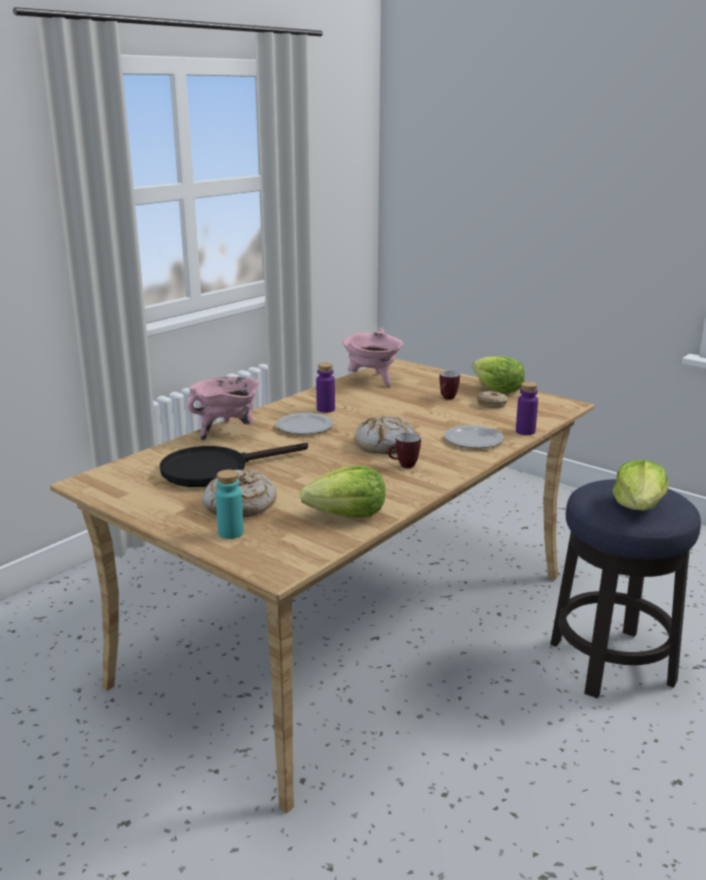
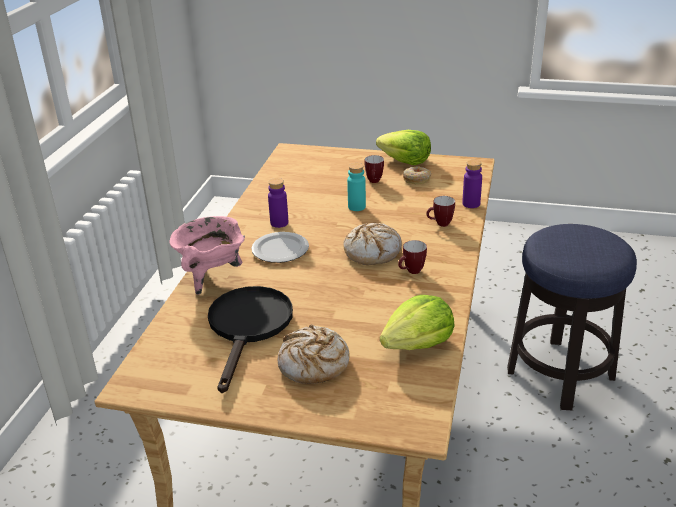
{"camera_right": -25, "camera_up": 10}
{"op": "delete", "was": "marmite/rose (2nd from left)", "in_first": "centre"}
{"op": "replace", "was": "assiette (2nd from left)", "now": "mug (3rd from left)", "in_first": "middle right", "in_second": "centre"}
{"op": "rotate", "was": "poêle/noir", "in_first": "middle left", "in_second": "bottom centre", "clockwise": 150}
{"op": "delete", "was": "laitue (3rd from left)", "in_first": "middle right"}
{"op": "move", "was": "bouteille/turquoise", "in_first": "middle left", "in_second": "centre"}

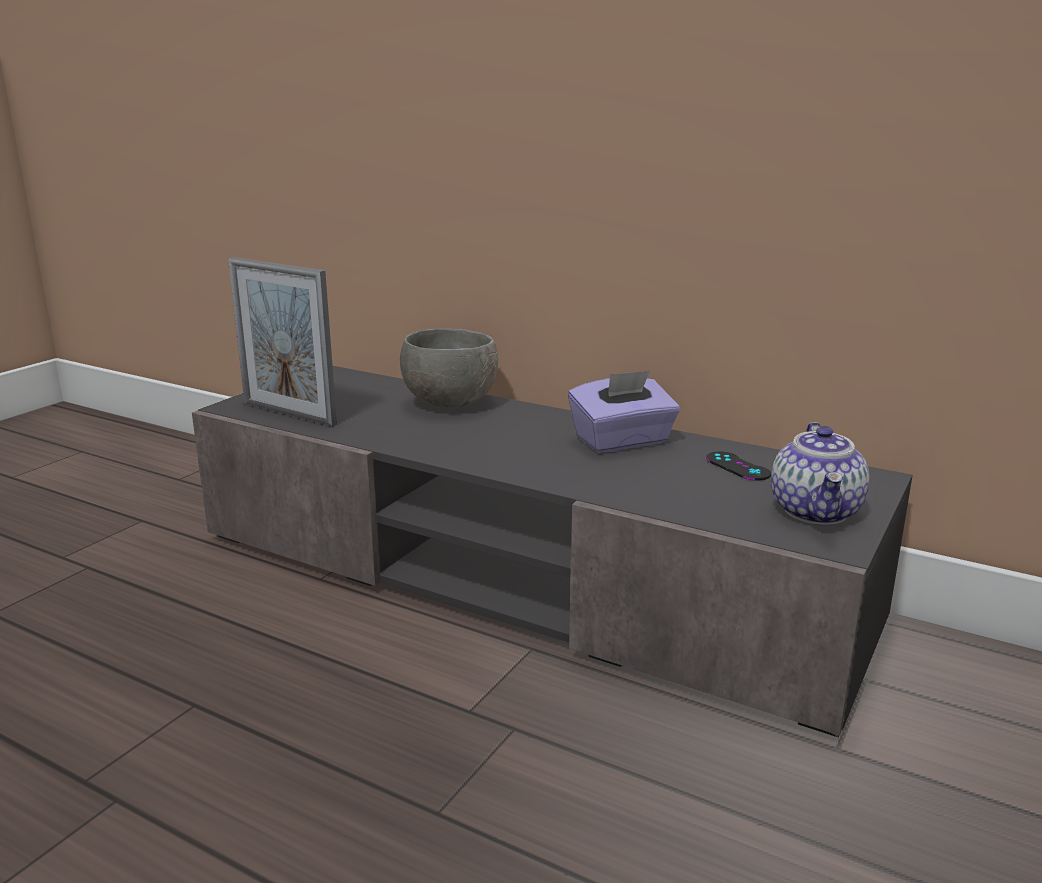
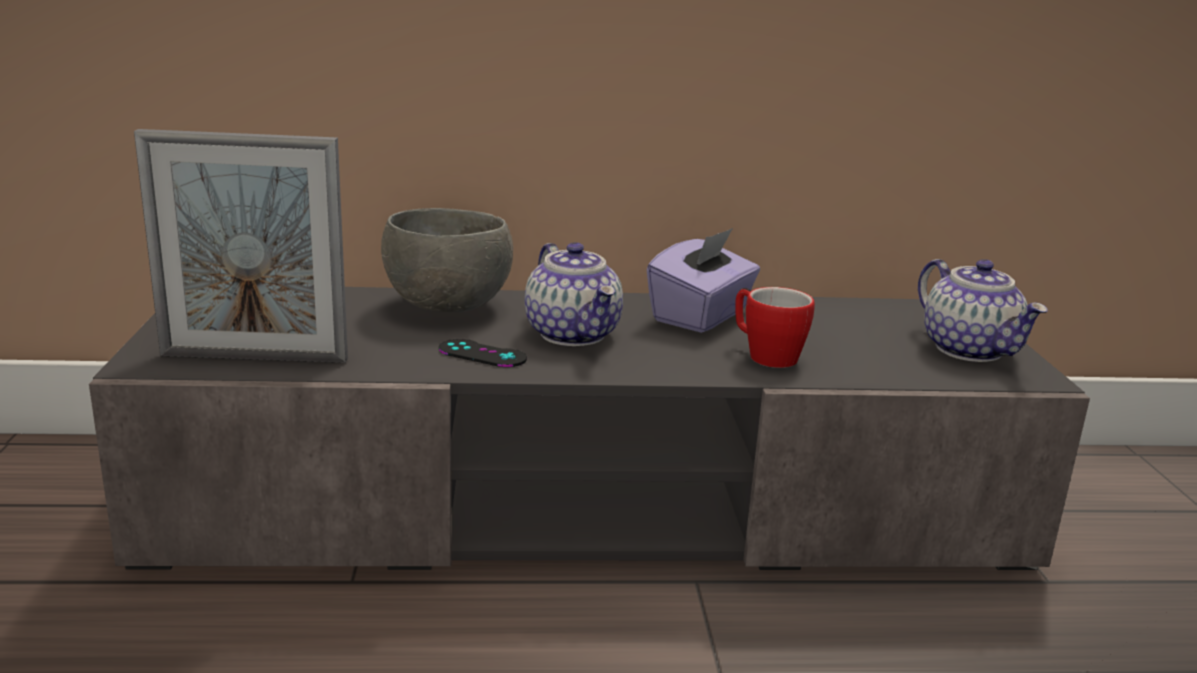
{"camera_right": -35, "camera_up": 0}
{"op": "move", "was": "manette/noir", "in_first": "middle right", "in_second": "centre"}
{"op": "insert", "now": "théière (1st from left)", "in_second": "centre"}
{"op": "insert", "now": "mug", "in_second": "centre"}

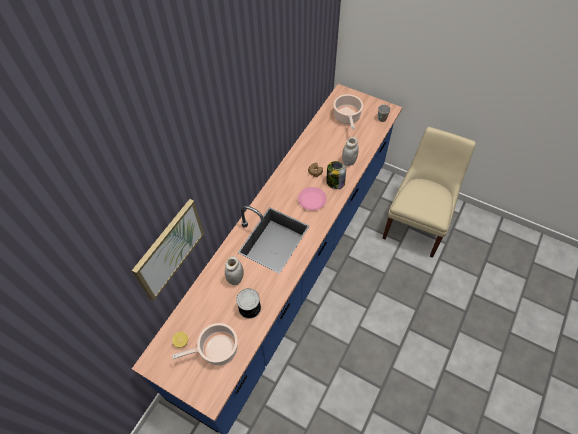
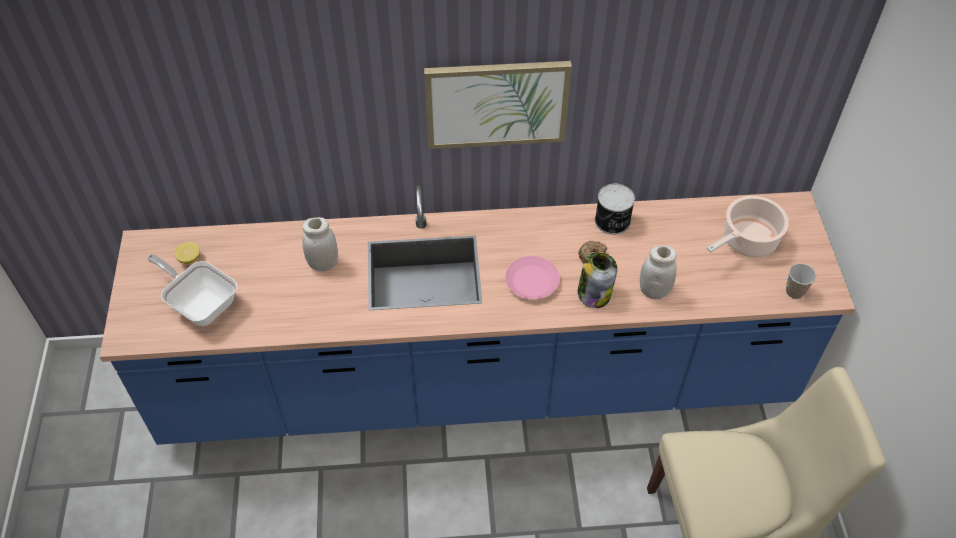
{"camera_right": 55, "camera_up": -5}
{"op": "move", "was": "tableau", "in_first": "middle left", "in_second": "top centre"}
{"op": "move", "was": "boîte métallique", "in_first": "bottom centre", "in_second": "centre"}
{"op": "replace", "was": "marmite (1st from left)", "now": "poêle", "in_first": "bottom centre", "in_second": "middle left"}

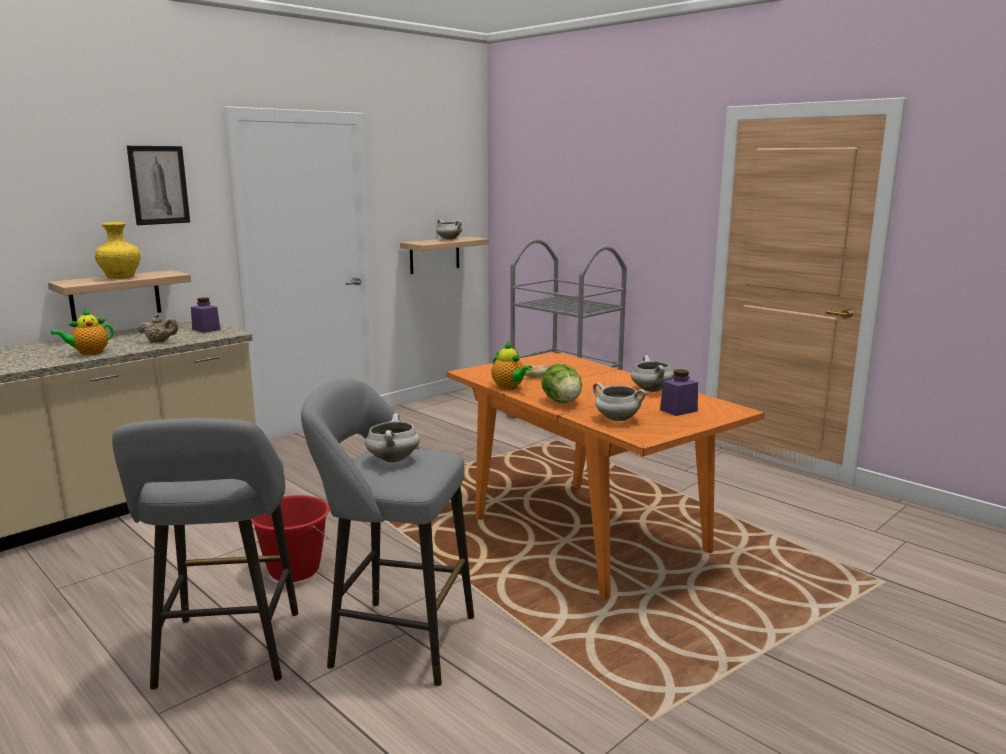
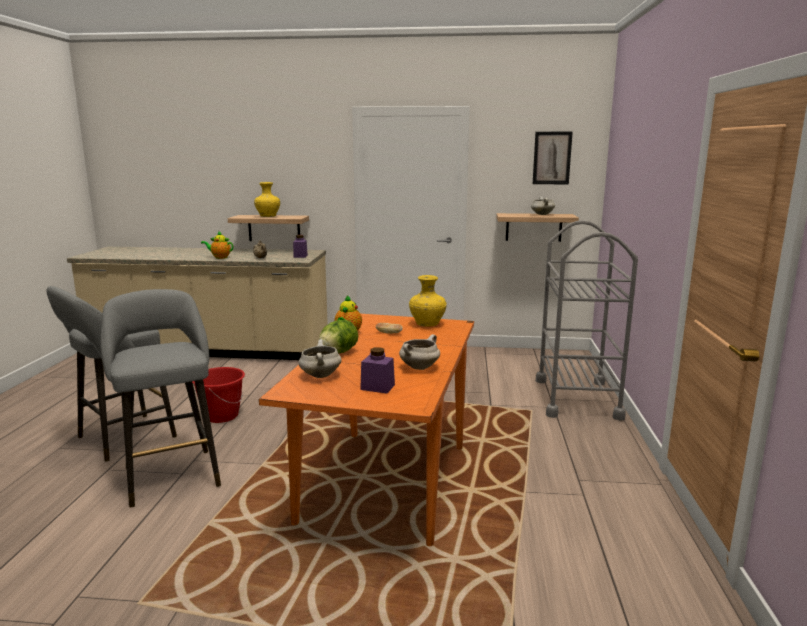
{"camera_right": 50, "camera_up": 0}
{"op": "move", "was": "tableau", "in_first": "top left", "in_second": "top right"}
{"op": "delete", "was": "marmite/blanc (1st from left)", "in_first": "centre"}
{"op": "insert", "now": "vase/jaune (2nd from left)", "in_second": "centre"}

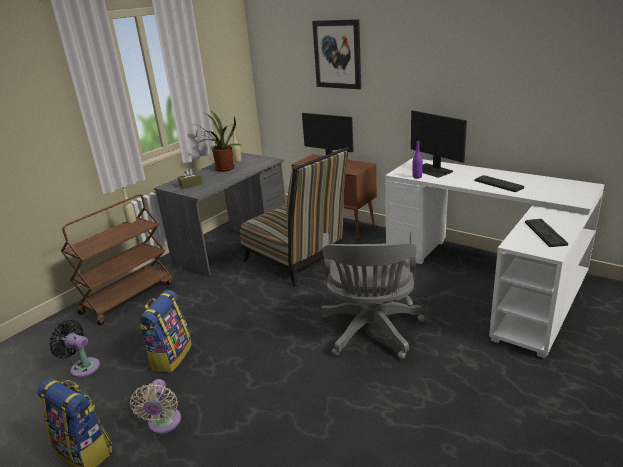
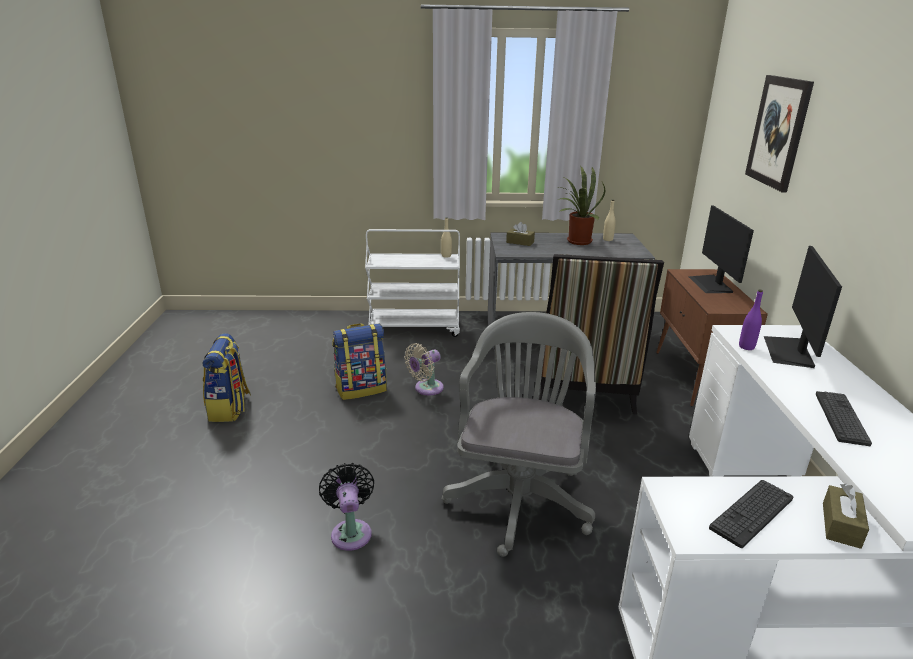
{"camera_right": 50, "camera_up": 0}
{"op": "recolor", "was": "chariot/marron", "now": "chariot/blanc", "in_first": "middle left", "in_second": "centre"}
{"op": "rotate", "was": "chaise de bureau/gris", "in_first": "centre", "in_second": "centre", "clockwise": 135}
{"op": "move", "was": "ventilateur/noir", "in_first": "bottom left", "in_second": "bottom centre"}
{"op": "move", "was": "ventilateur/beige", "in_first": "bottom left", "in_second": "centre"}
{"op": "insert", "now": "boîte à mouchoirs/marron (2nd from left)", "in_second": "bottom right"}

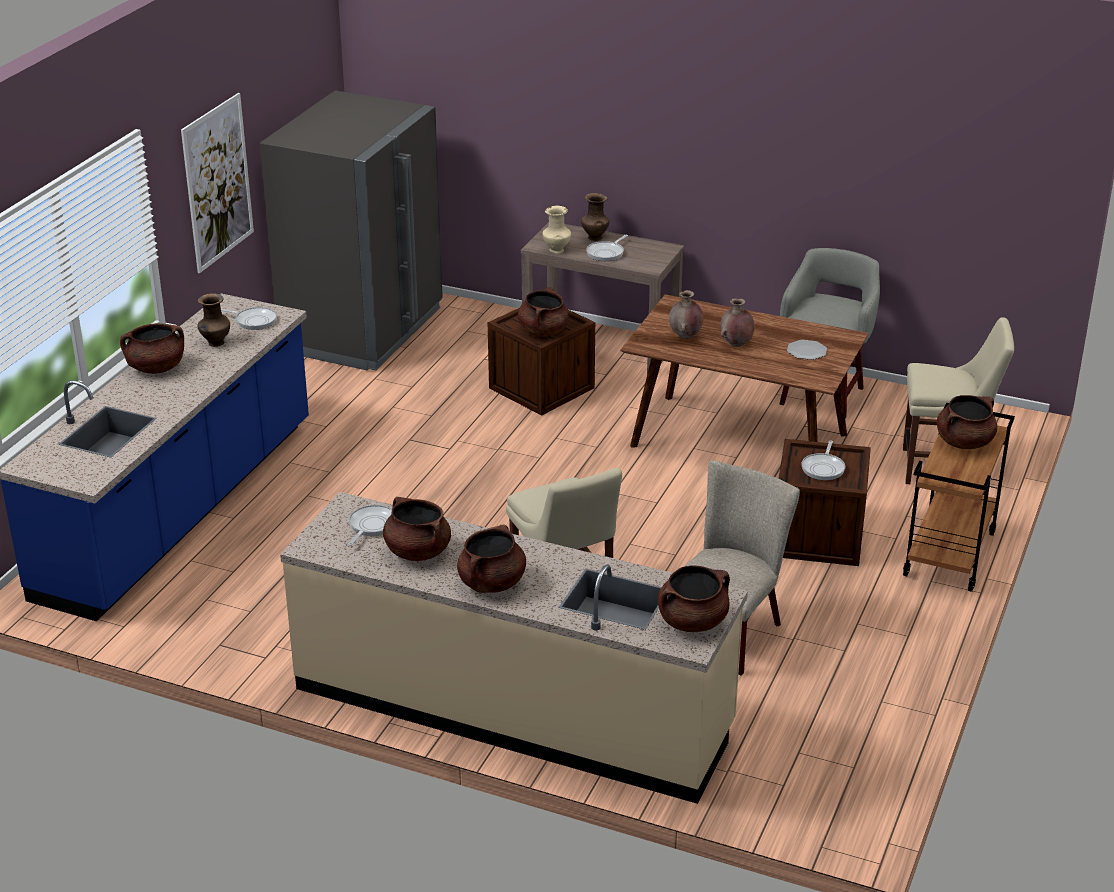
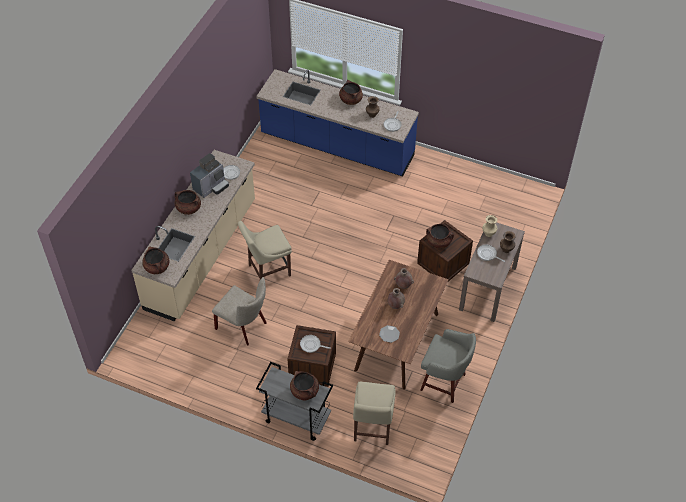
{"camera_right": 90, "camera_up": 20}
{"op": "delete", "was": "réfrigérateur/gris", "in_first": "top left"}
{"op": "delete", "was": "tableau", "in_first": "top left"}
{"op": "recolor", "was": "chariot/marron", "now": "chariot/gris", "in_first": "middle right", "in_second": "bottom centre"}
{"op": "replace", "was": "marmite/marron (2nd from left)", "now": "machine à café", "in_first": "centre", "in_second": "middle left"}

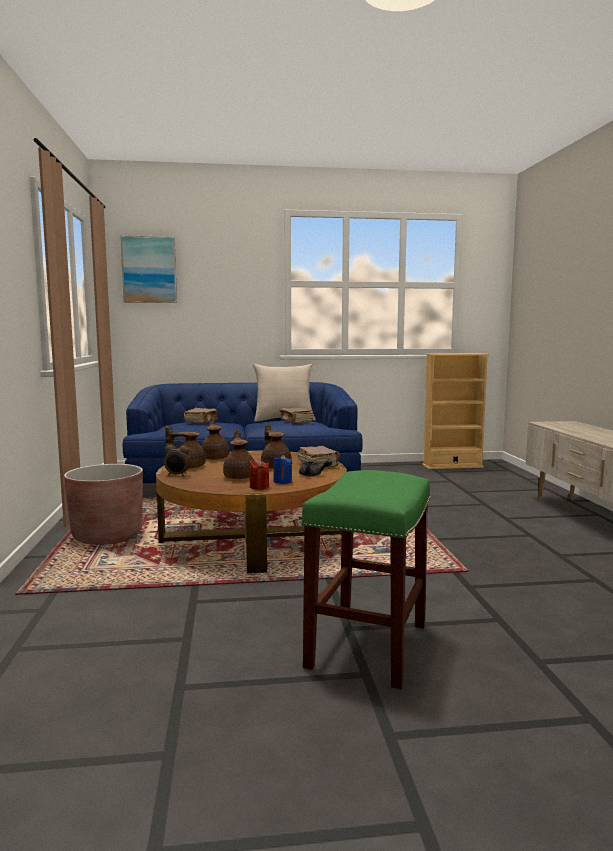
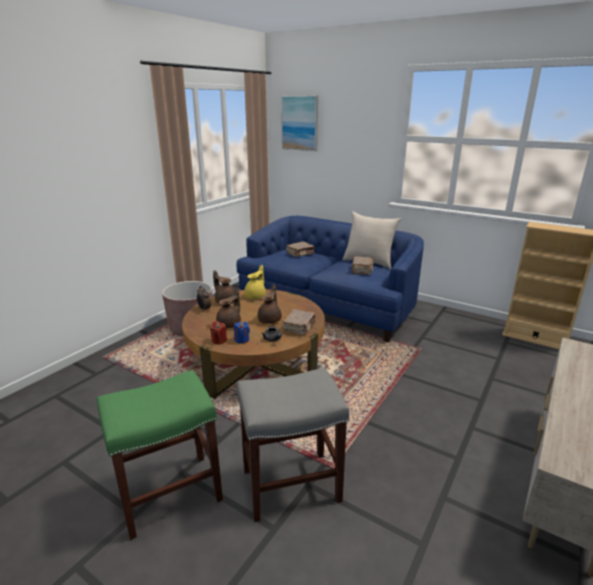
{"camera_right": 40, "camera_up": 15}
{"op": "recolor", "was": "théière/marron (2nd from left)", "now": "théière/jaune", "in_first": "centre", "in_second": "centre"}
{"op": "insert", "now": "tabouret/gris", "in_second": "bottom centre"}

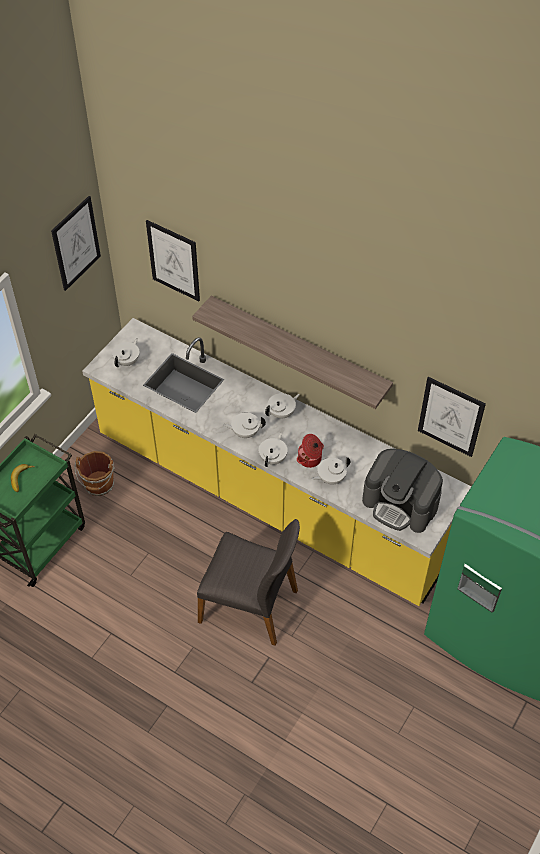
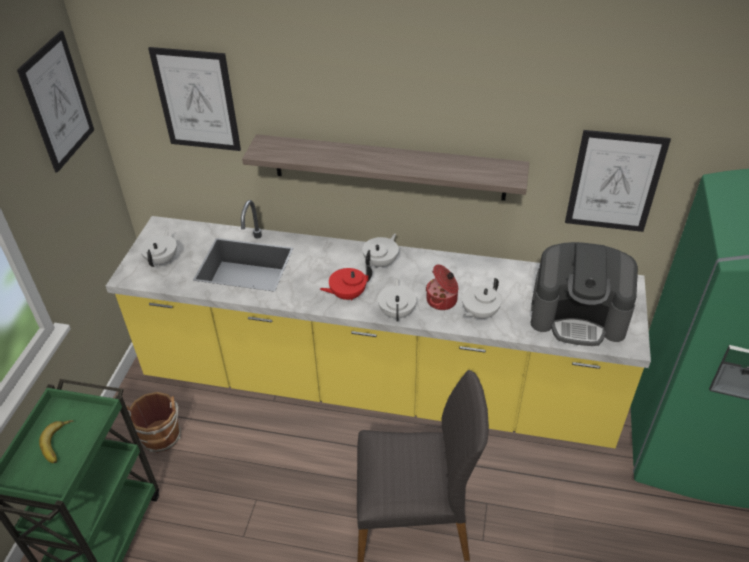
{"camera_right": -20, "camera_up": -10}
{"op": "recolor", "was": "théière/blanc (2nd from left)", "now": "théière/rouge", "in_first": "centre", "in_second": "centre"}

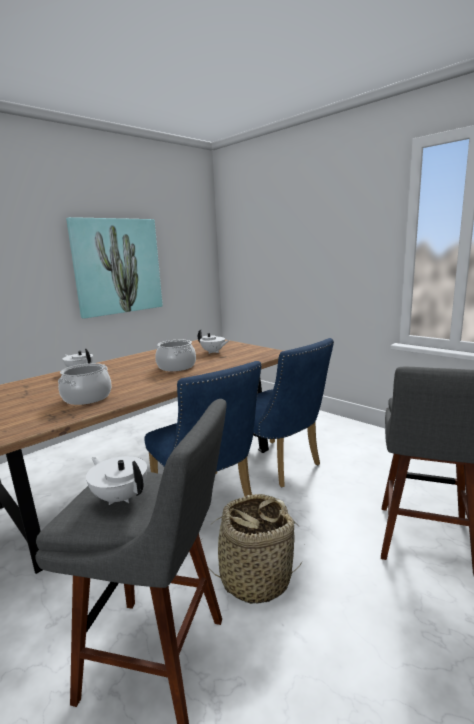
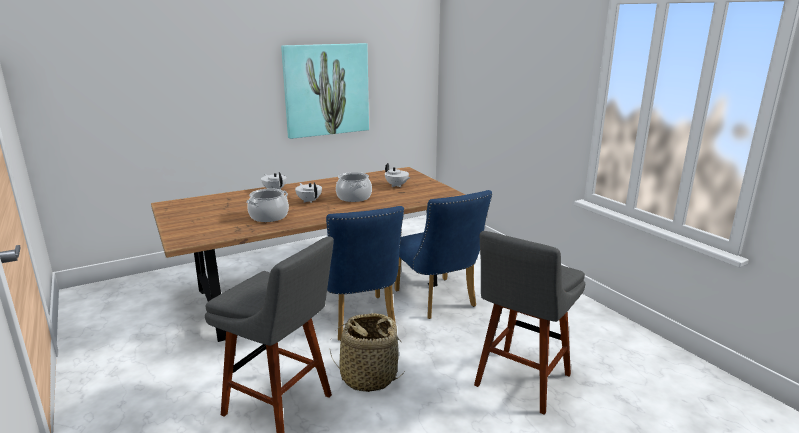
{"camera_right": 15, "camera_up": 5}
{"op": "move", "was": "théière/blanc (2nd from left)", "in_first": "middle left", "in_second": "centre"}

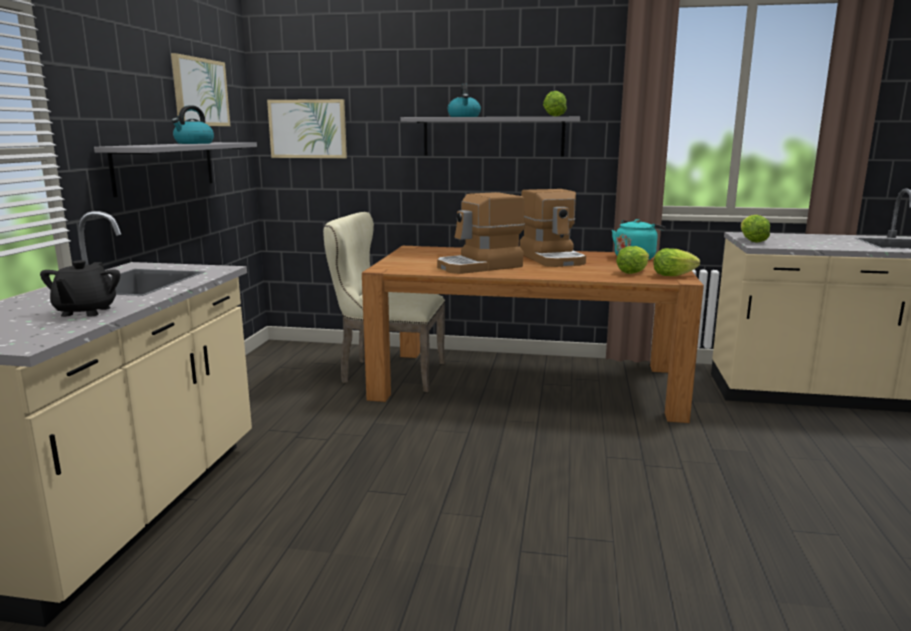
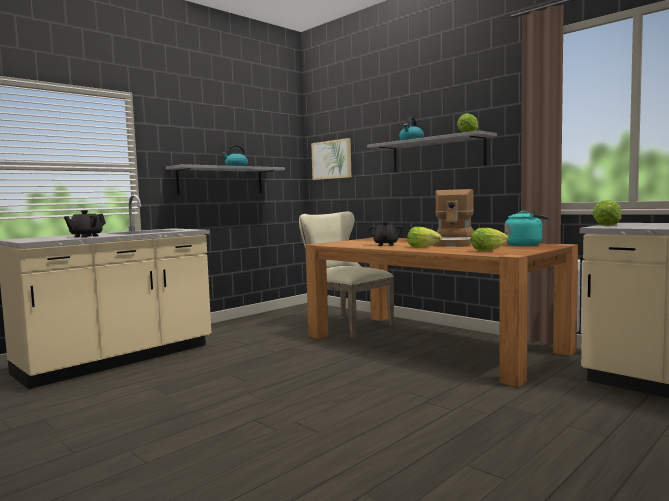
{"camera_right": 35, "camera_up": -10}
{"op": "delete", "was": "tableau (1st from left)", "in_first": "top left"}
{"op": "replace", "was": "machine à café (1st from left)", "now": "théière/noir (2nd from left)", "in_first": "centre", "in_second": "centre"}
{"op": "move", "was": "laitue (3rd from left in the first image)", "now": "laitue (1st from left)", "in_first": "middle right", "in_second": "centre"}

